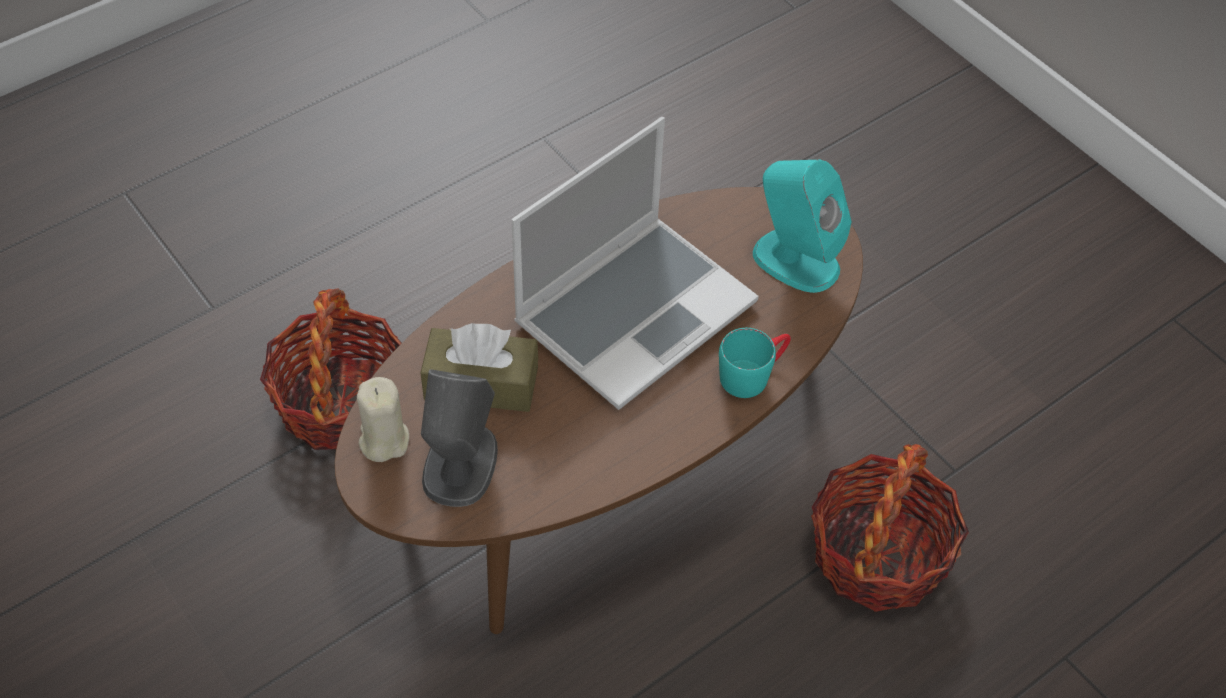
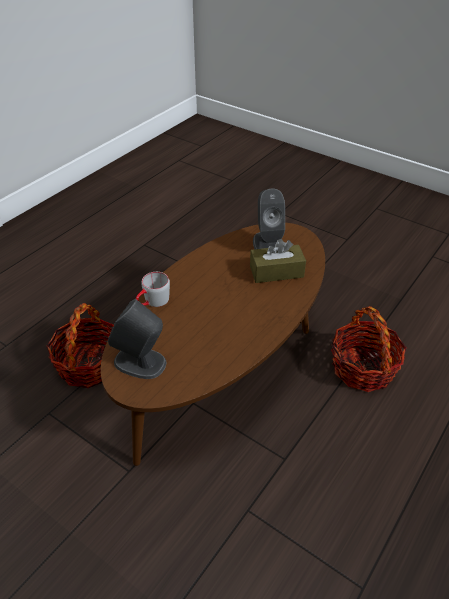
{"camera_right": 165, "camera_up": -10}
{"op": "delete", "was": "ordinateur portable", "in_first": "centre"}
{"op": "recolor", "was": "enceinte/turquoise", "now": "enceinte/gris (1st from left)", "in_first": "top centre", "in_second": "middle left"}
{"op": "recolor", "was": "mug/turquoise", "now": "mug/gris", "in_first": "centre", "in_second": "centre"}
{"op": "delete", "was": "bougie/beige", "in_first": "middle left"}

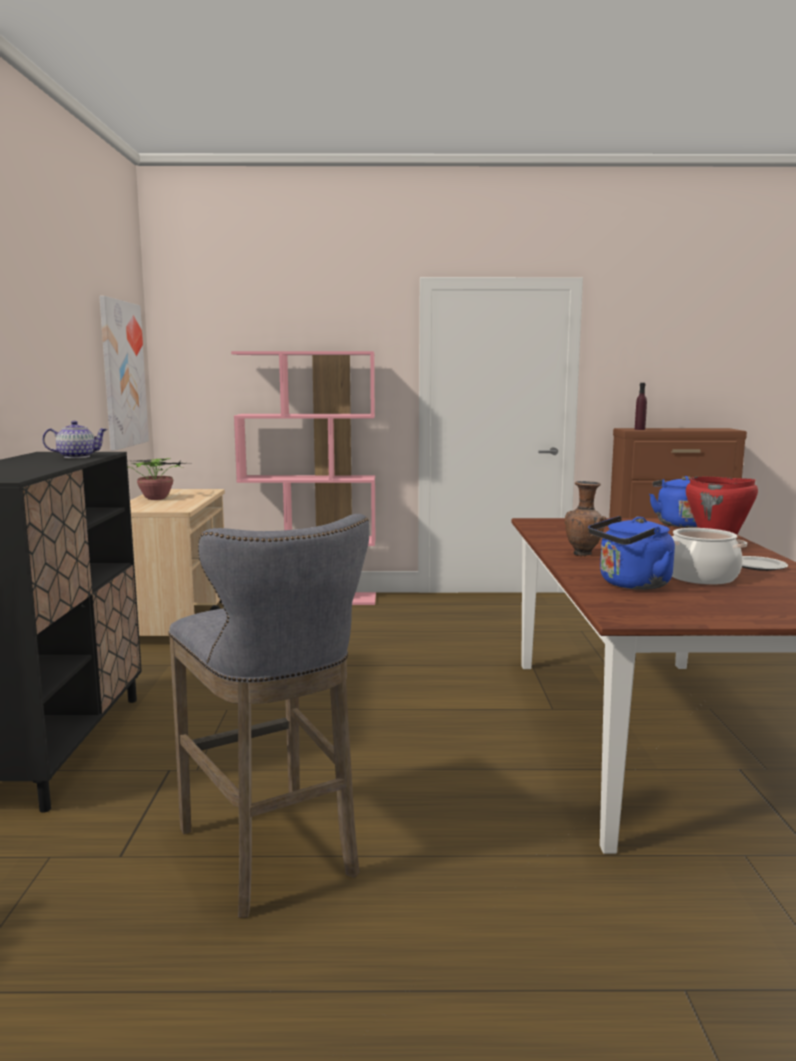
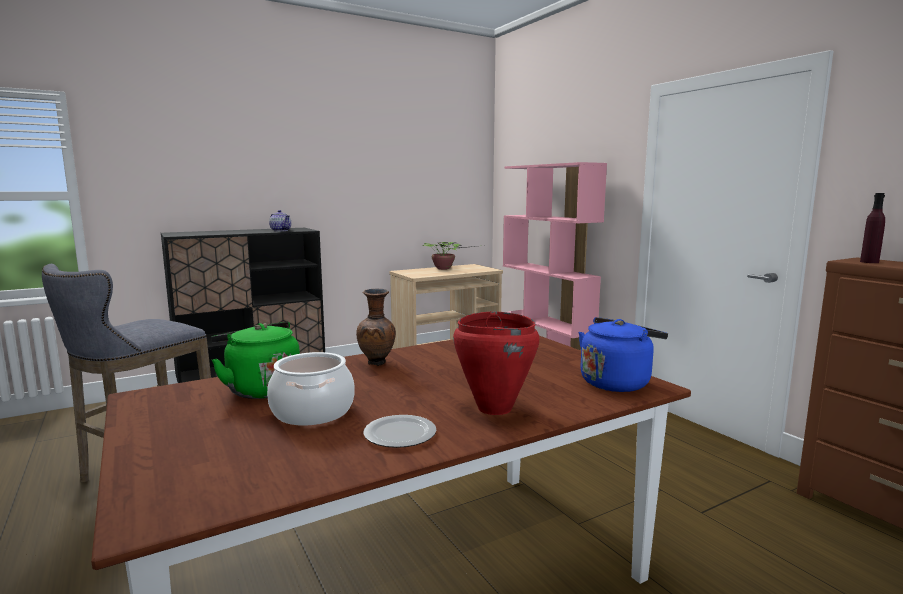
{"camera_right": 60, "camera_up": 0}
{"op": "delete", "was": "tableau", "in_first": "middle left"}
{"op": "recolor", "was": "bouilloire/bleu (1st from left)", "now": "bouilloire/vert", "in_first": "middle right", "in_second": "middle left"}

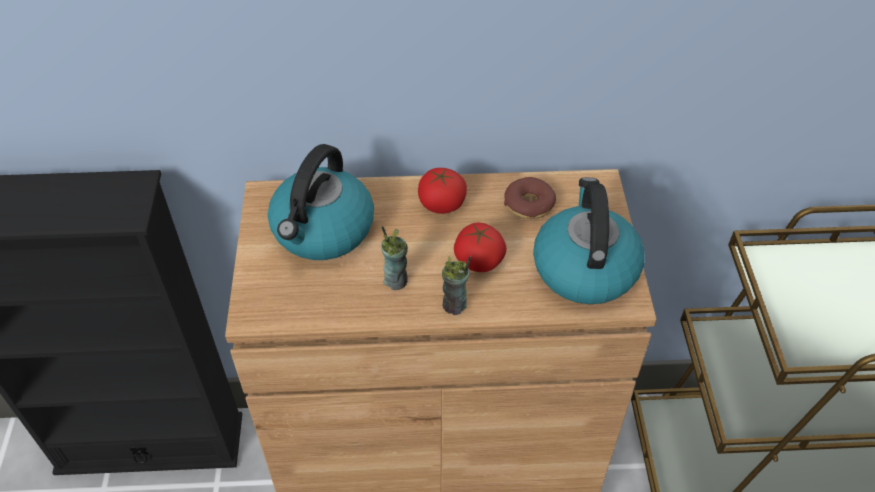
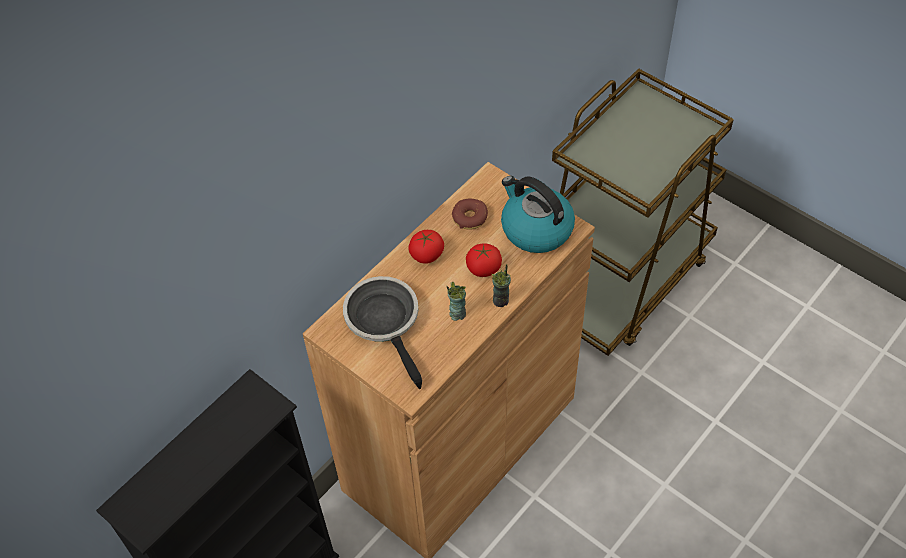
{"camera_right": -45, "camera_up": 5}
{"op": "replace", "was": "bouilloire (1st from left)", "now": "poêle", "in_first": "centre", "in_second": "centre"}

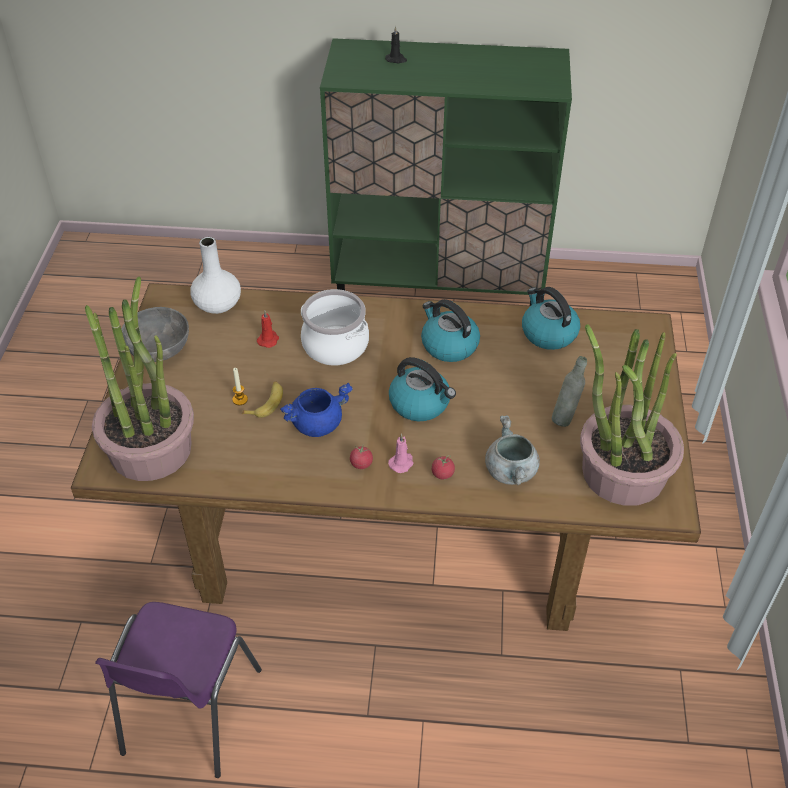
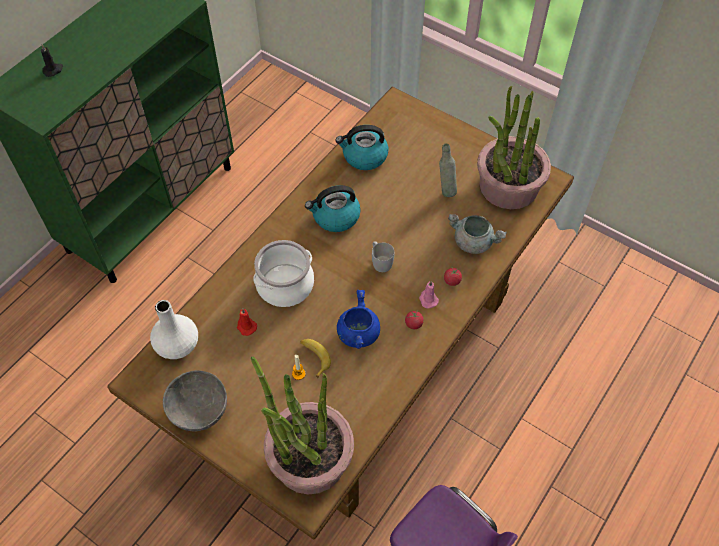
{"camera_right": -60, "camera_up": 10}
{"op": "replace", "was": "bouilloire (1st from left)", "now": "mug/blanc", "in_first": "centre", "in_second": "centre"}

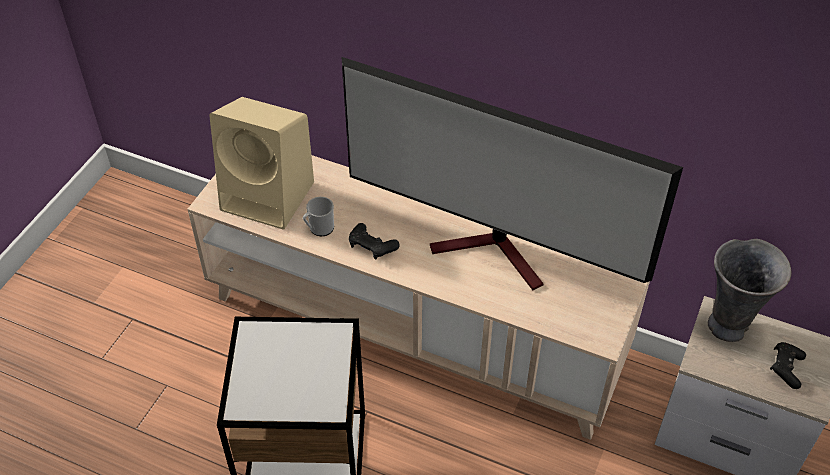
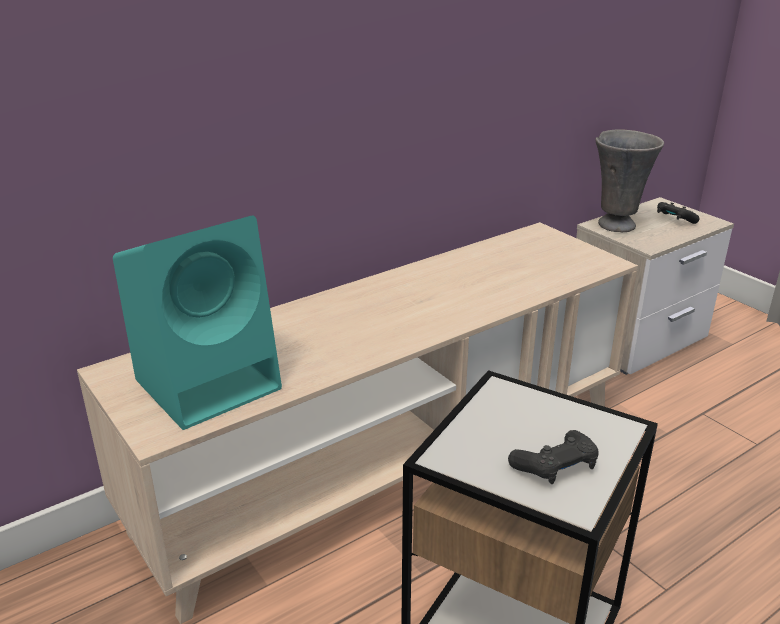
{"camera_right": -60, "camera_up": -20}
{"op": "delete", "was": "téléviseur", "in_first": "centre"}
{"op": "recolor", "was": "enceinte/beige", "now": "enceinte/turquoise", "in_first": "middle left", "in_second": "middle left"}
{"op": "delete", "was": "mug", "in_first": "centre"}
{"op": "move", "was": "manette/noir (1st from left)", "in_first": "centre", "in_second": "bottom right"}

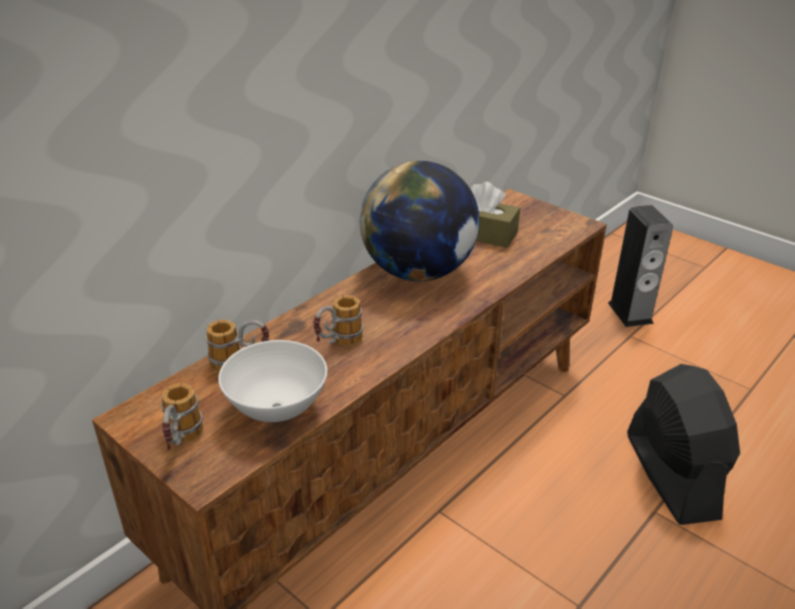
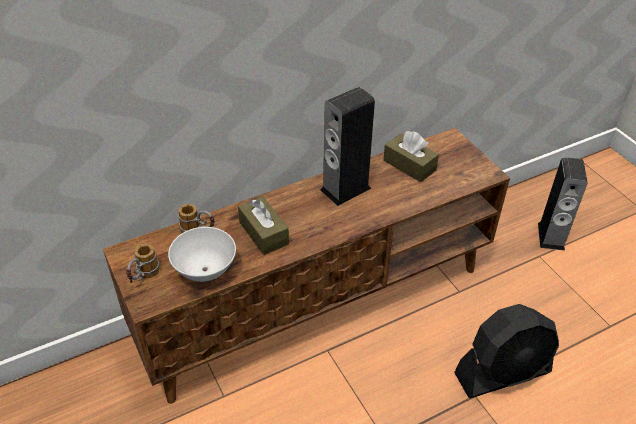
{"camera_right": 20, "camera_up": 10}
{"op": "replace", "was": "globe", "now": "enceinte (1st from left)", "in_first": "centre", "in_second": "centre"}
{"op": "replace", "was": "mug (3rd from left)", "now": "boîte à mouchoirs/marron (1st from left)", "in_first": "centre", "in_second": "centre"}
{"op": "rotate", "was": "ventilateur/noir", "in_first": "bottom right", "in_second": "bottom right", "clockwise": 60}

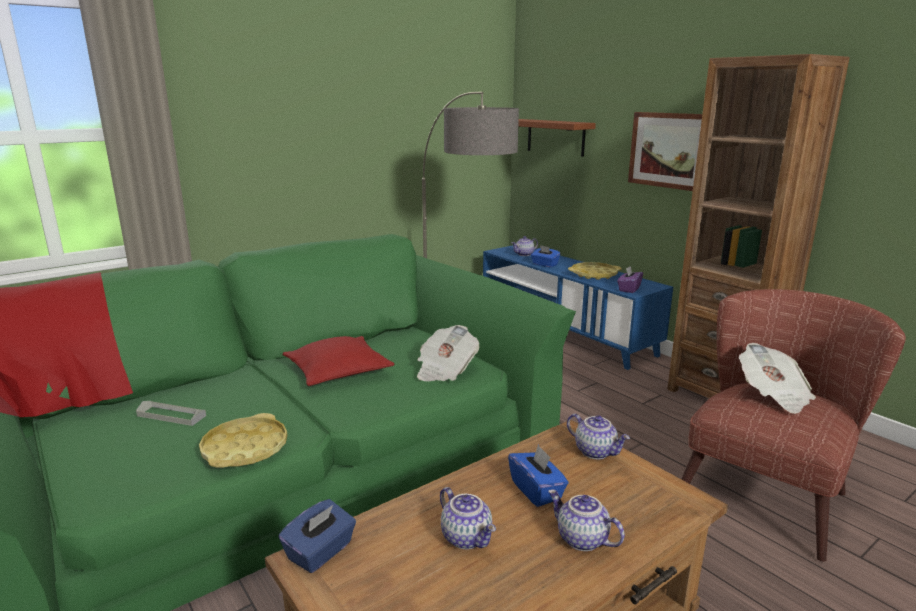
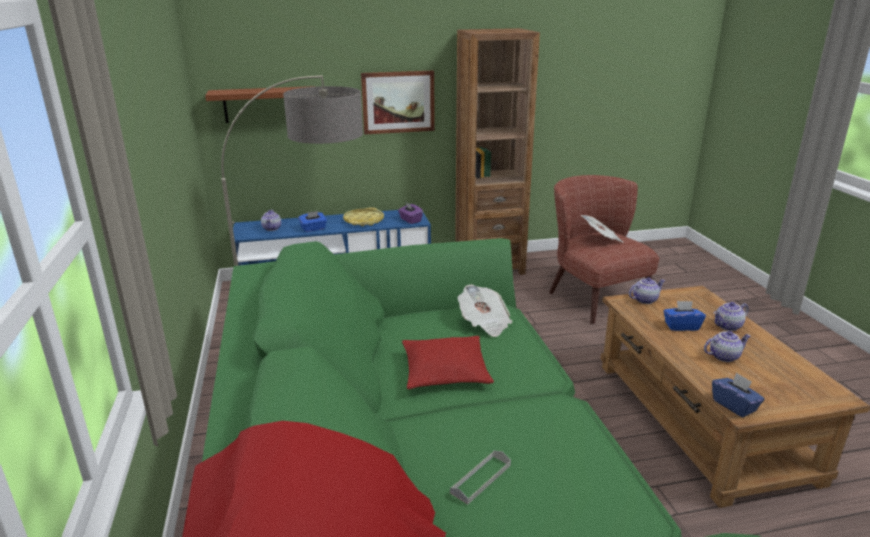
{"camera_right": -65, "camera_up": 5}
{"op": "delete", "was": "plateau/jaune (1st from left)", "in_first": "bottom left"}

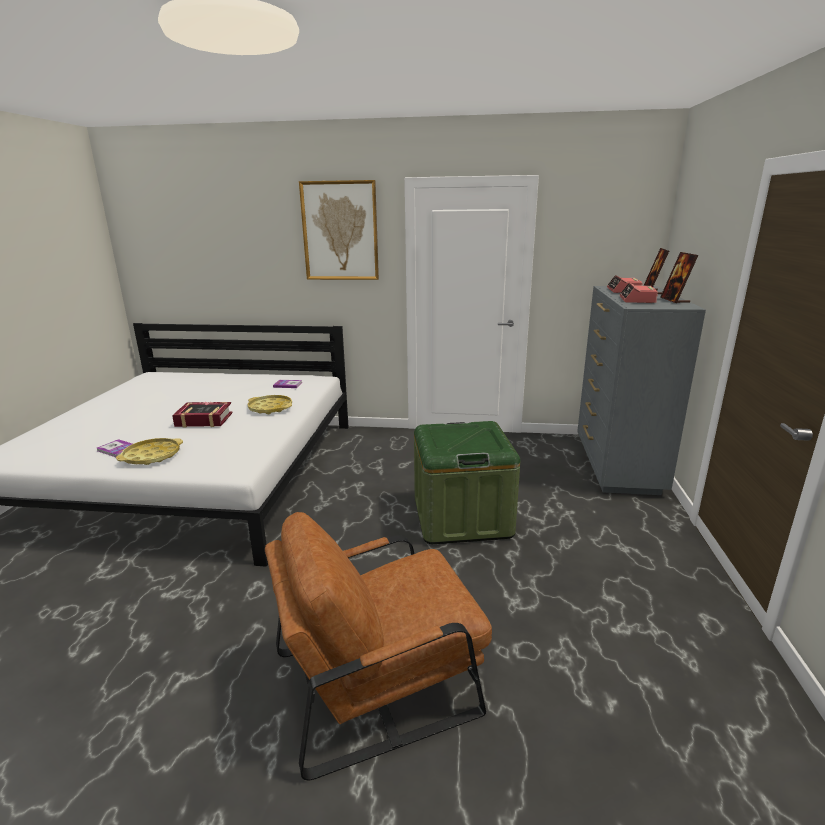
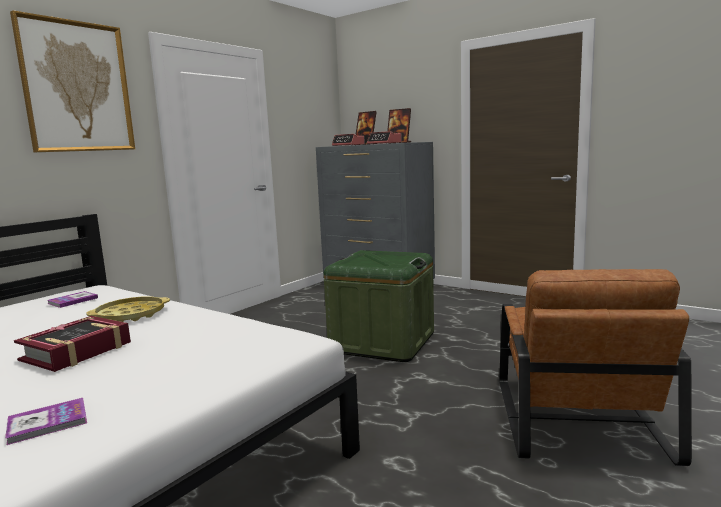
{"camera_right": -60, "camera_up": -10}
{"op": "delete", "was": "plateau/jaune (1st from left)", "in_first": "middle left"}

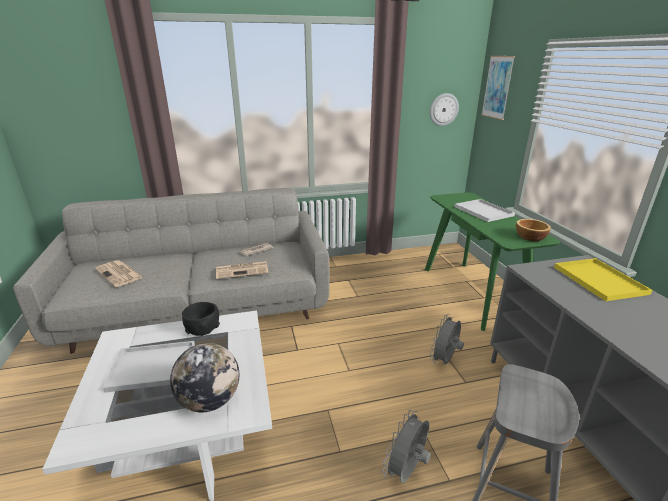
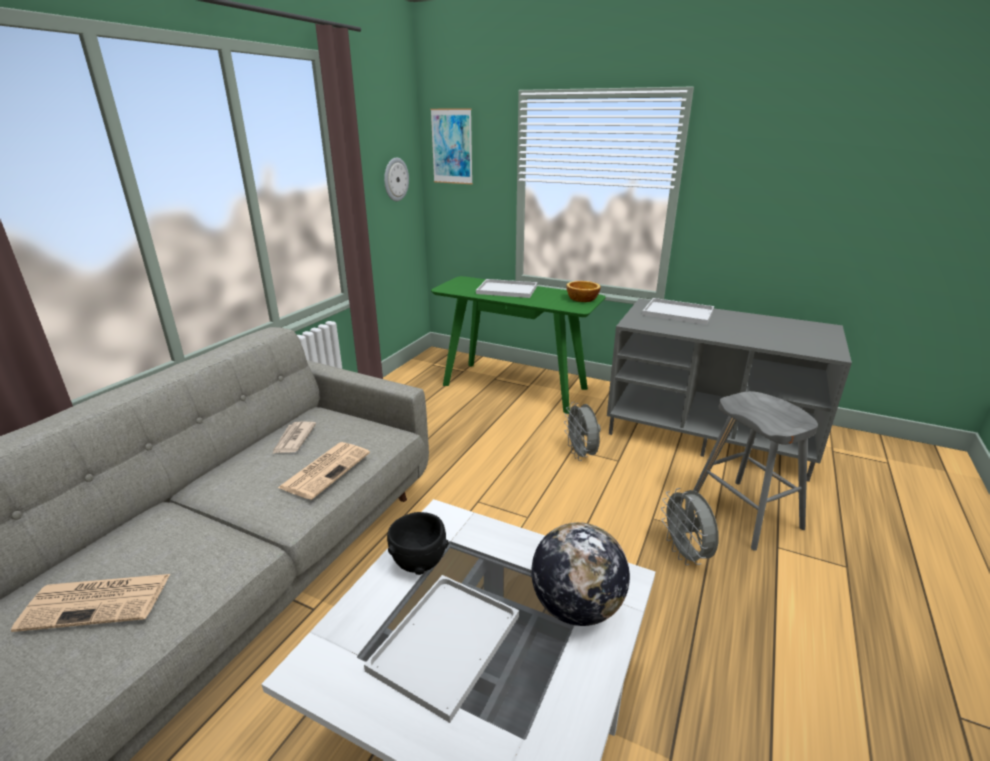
{"camera_right": -50, "camera_up": 0}
{"op": "recolor", "was": "plateau/jaune", "now": "plateau/blanc (3rd from left)", "in_first": "middle right", "in_second": "middle right"}

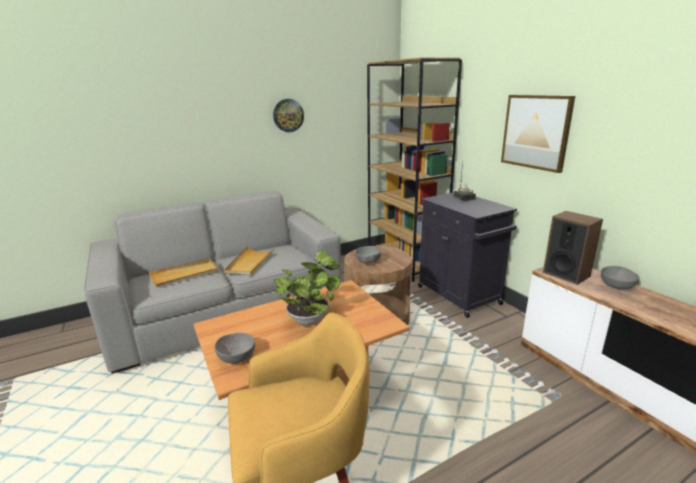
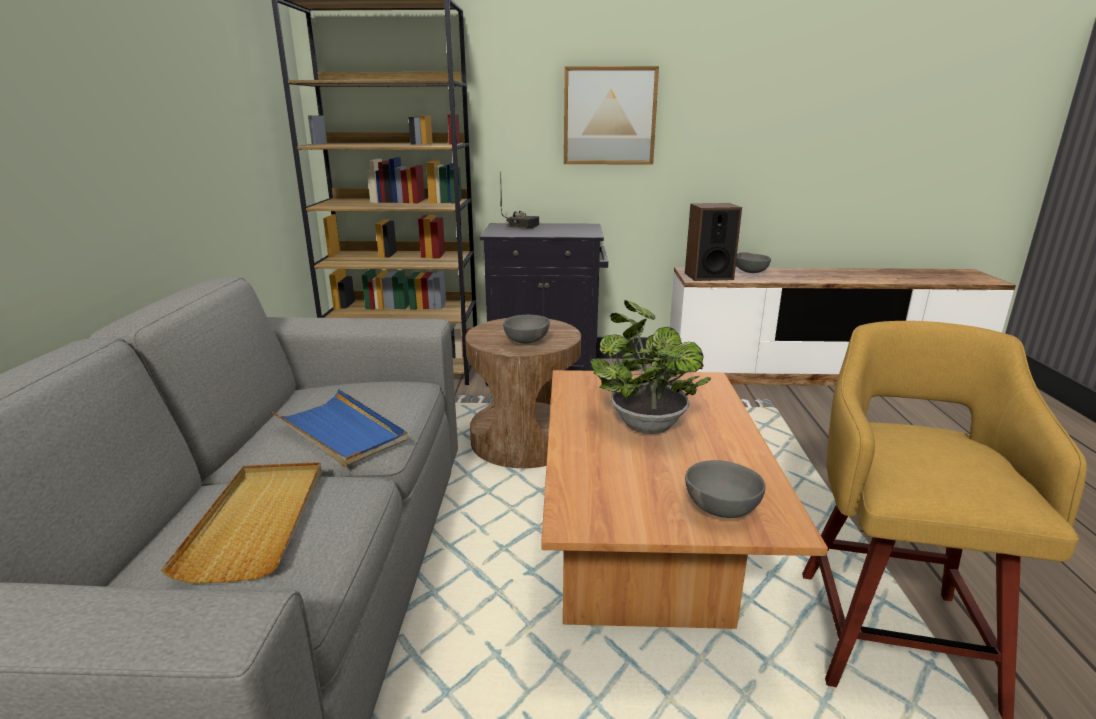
{"camera_right": -60, "camera_up": 0}
{"op": "delete", "was": "horloge murale", "in_first": "top centre"}
{"op": "recolor", "was": "plateau/beige (2nd from left)", "now": "plateau/bleu", "in_first": "centre", "in_second": "middle left"}

